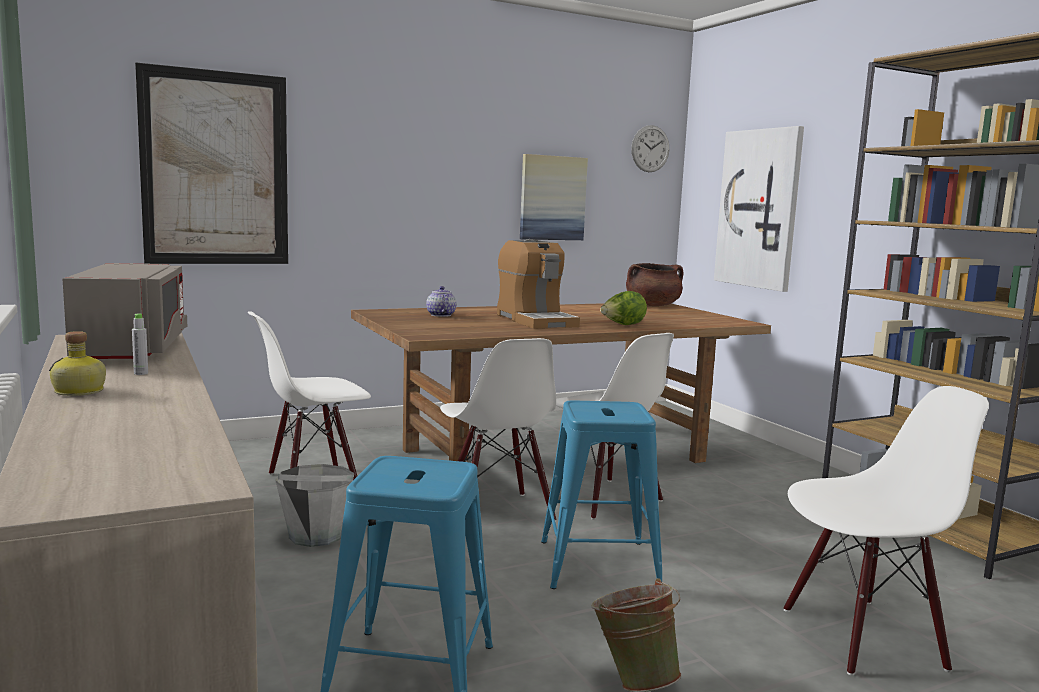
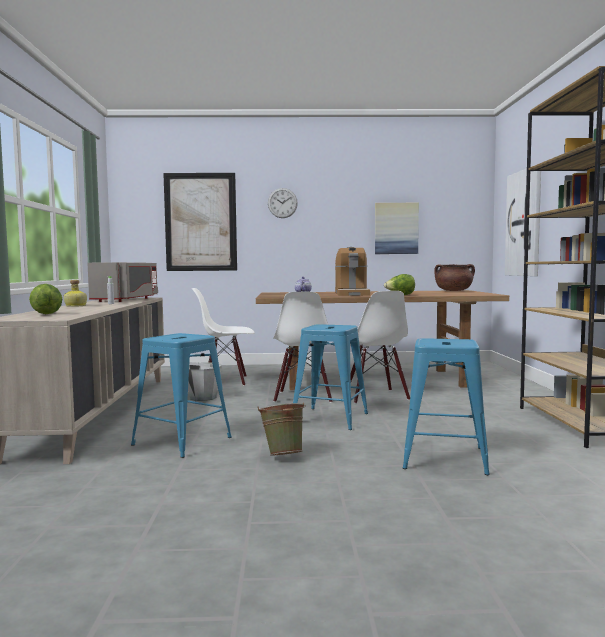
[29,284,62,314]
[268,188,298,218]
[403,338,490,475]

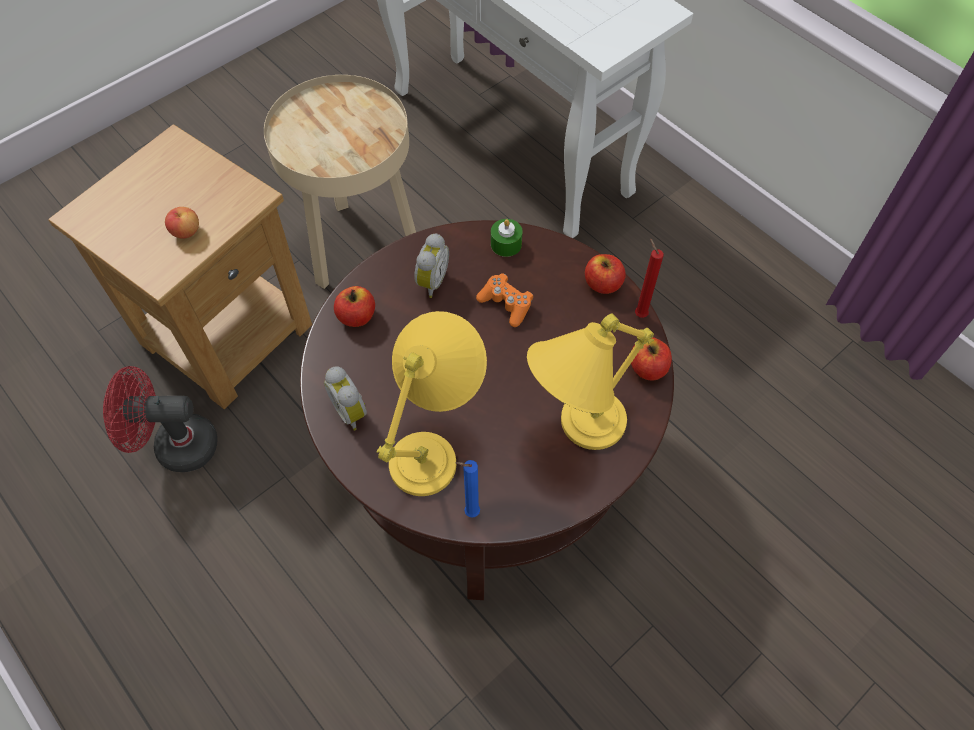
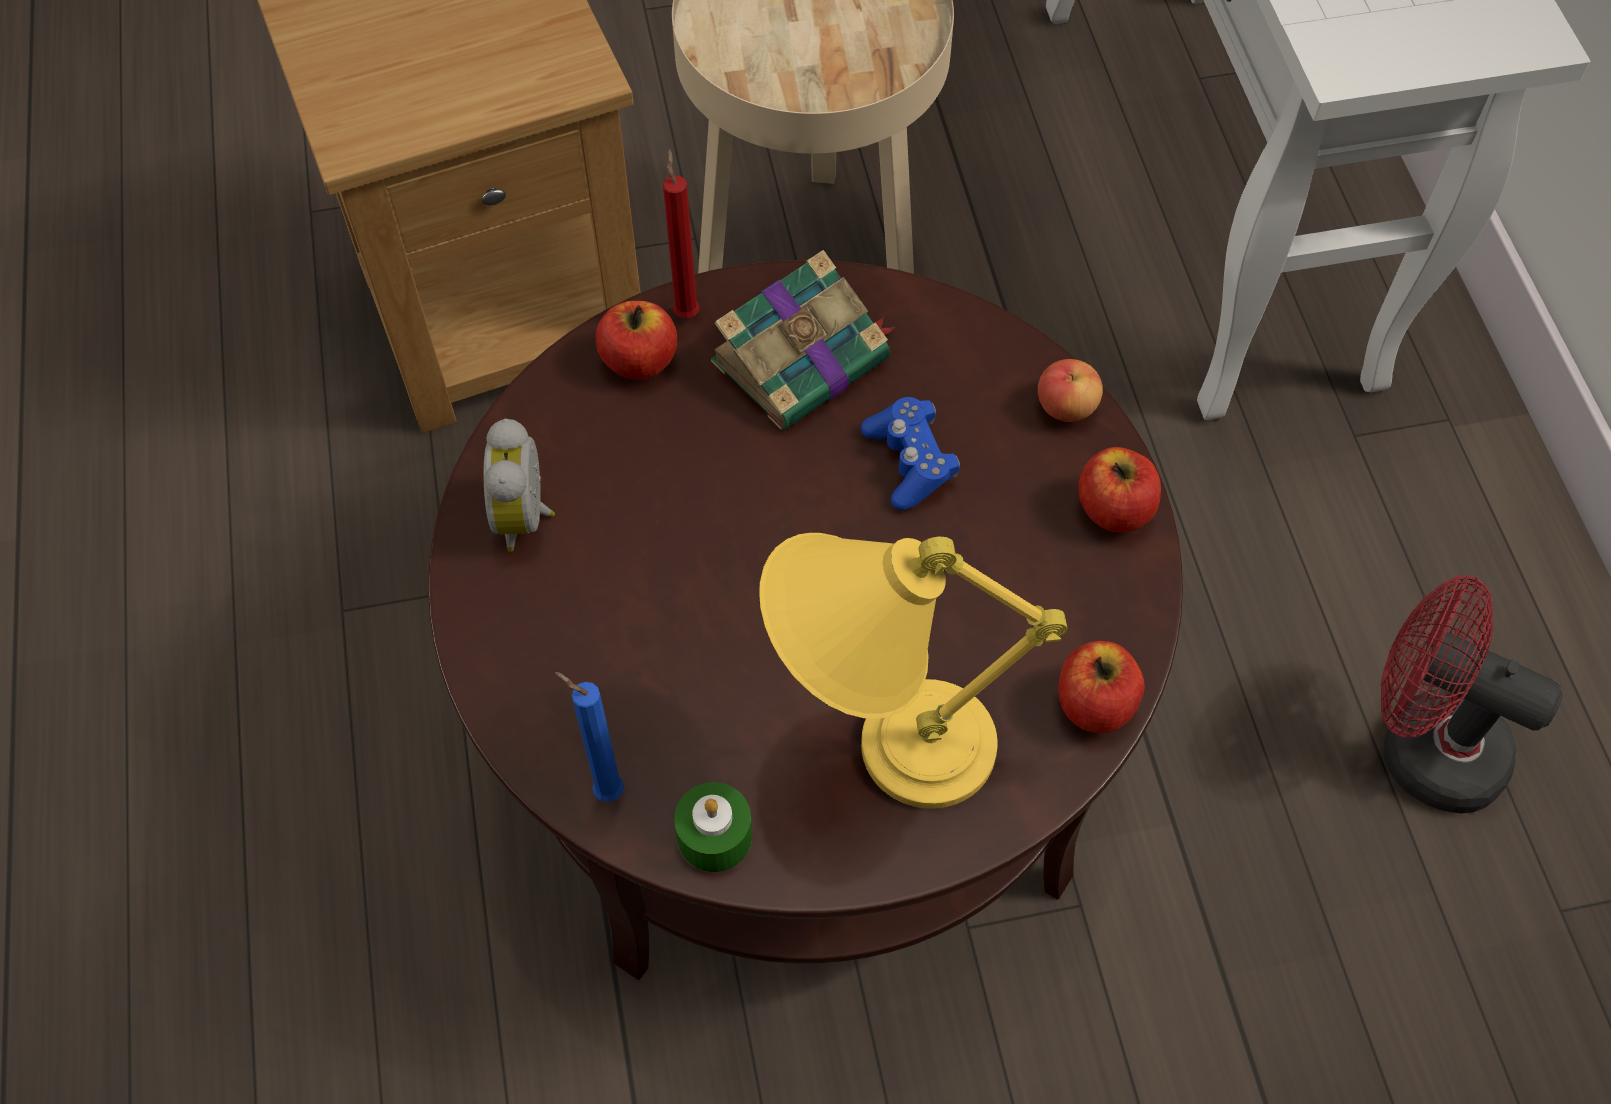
[376,311,487,496] (first image)
[1381,575,1563,814]
[1038,359,1103,422]
[674,782,752,872]
[663,149,700,319]
[711,250,895,430]
[861,397,960,510]

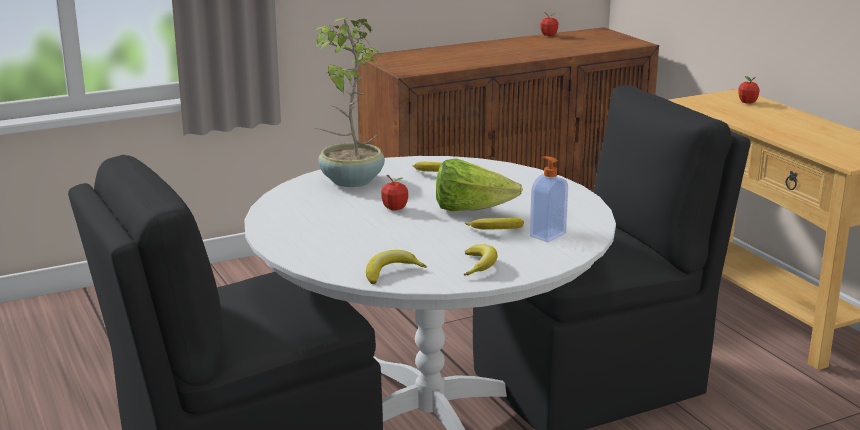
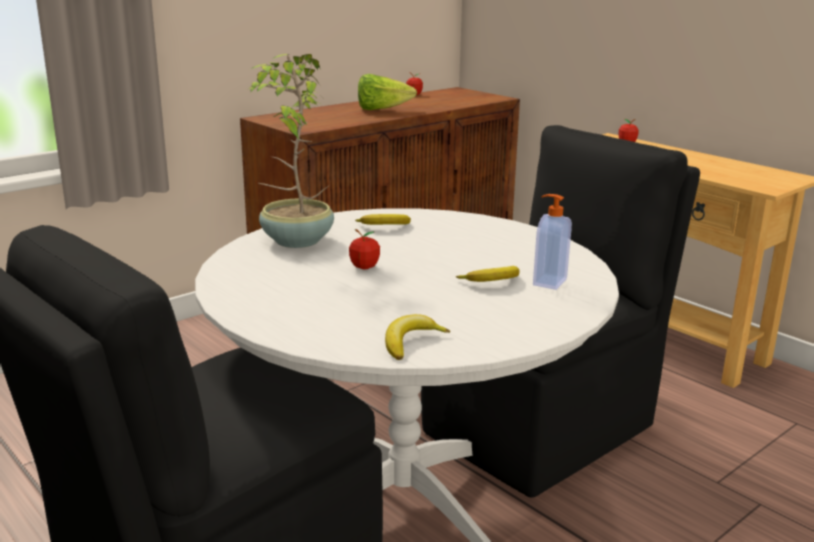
[464,244,497,276] (first image)
[358,74,417,110]

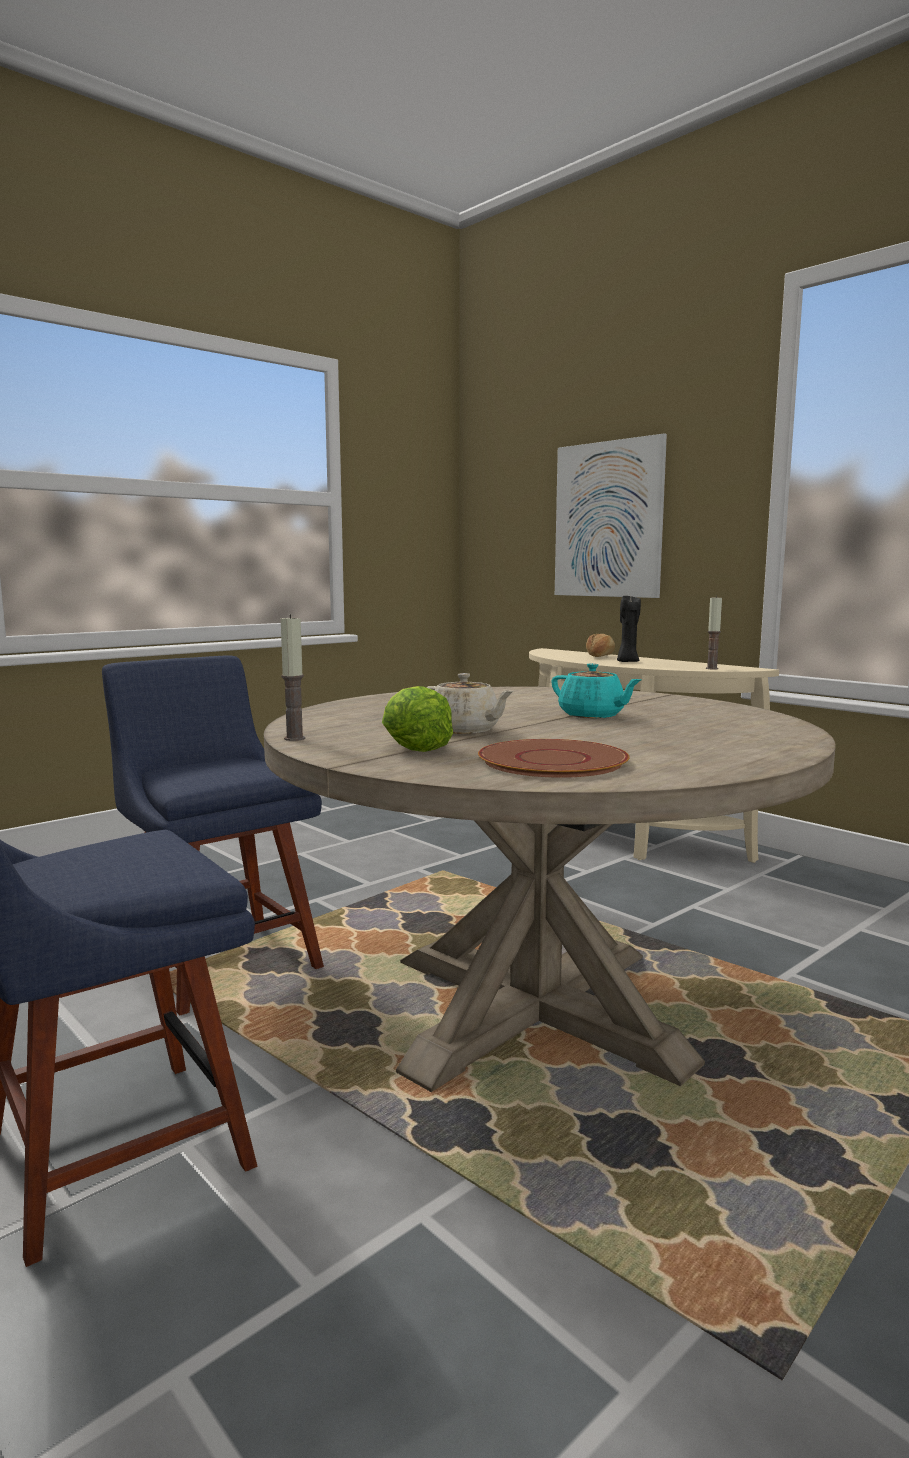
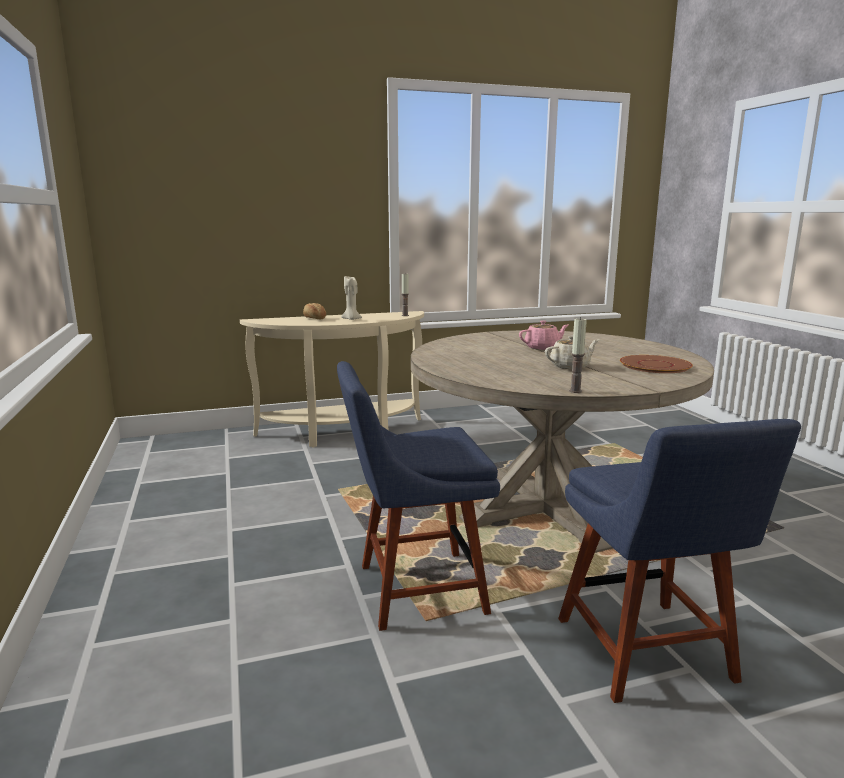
[382,686,453,752] (first image)
[555,434,667,598] (first image)
[519,320,568,350]
[341,275,362,320]

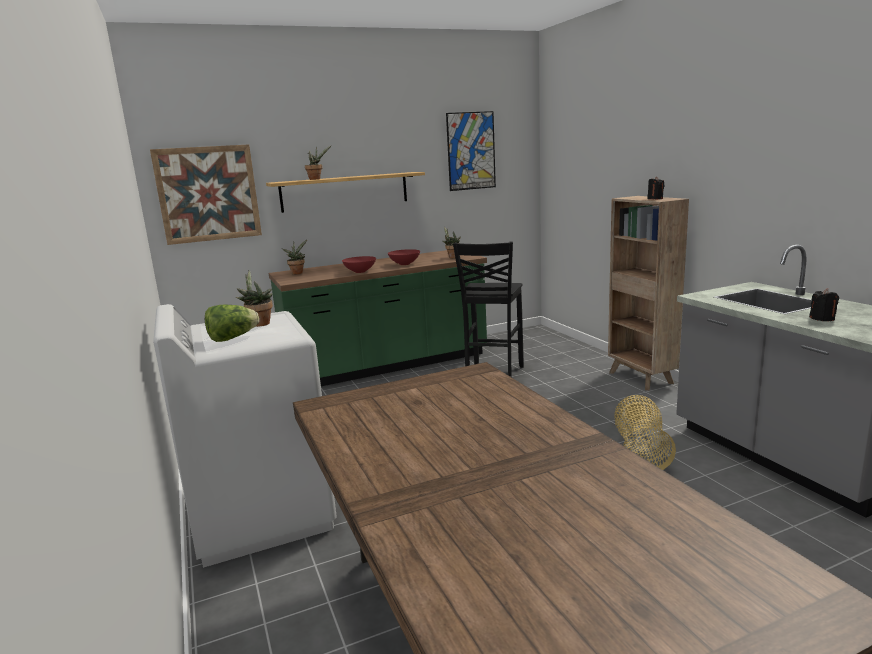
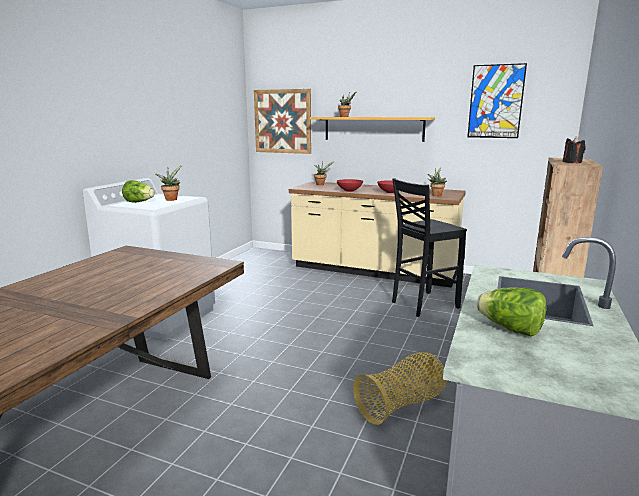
[476,287,546,336]
[289,181,466,288]

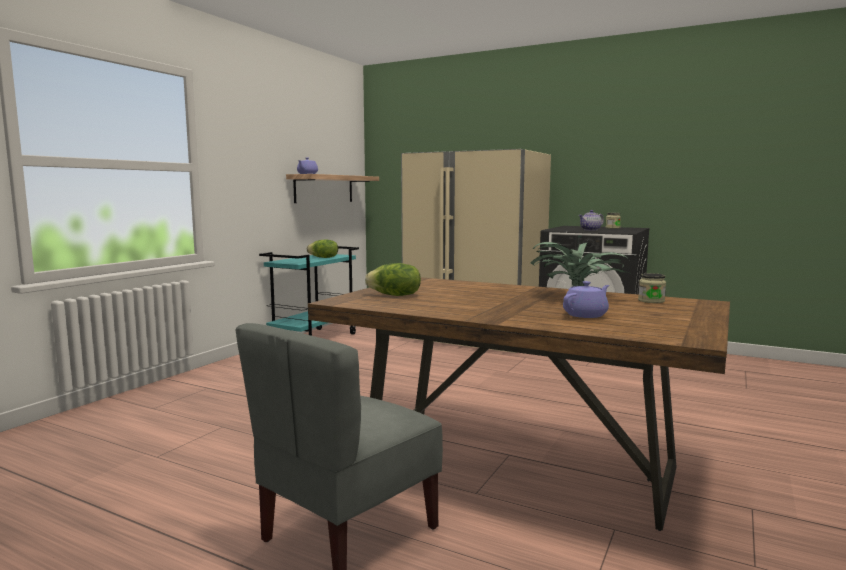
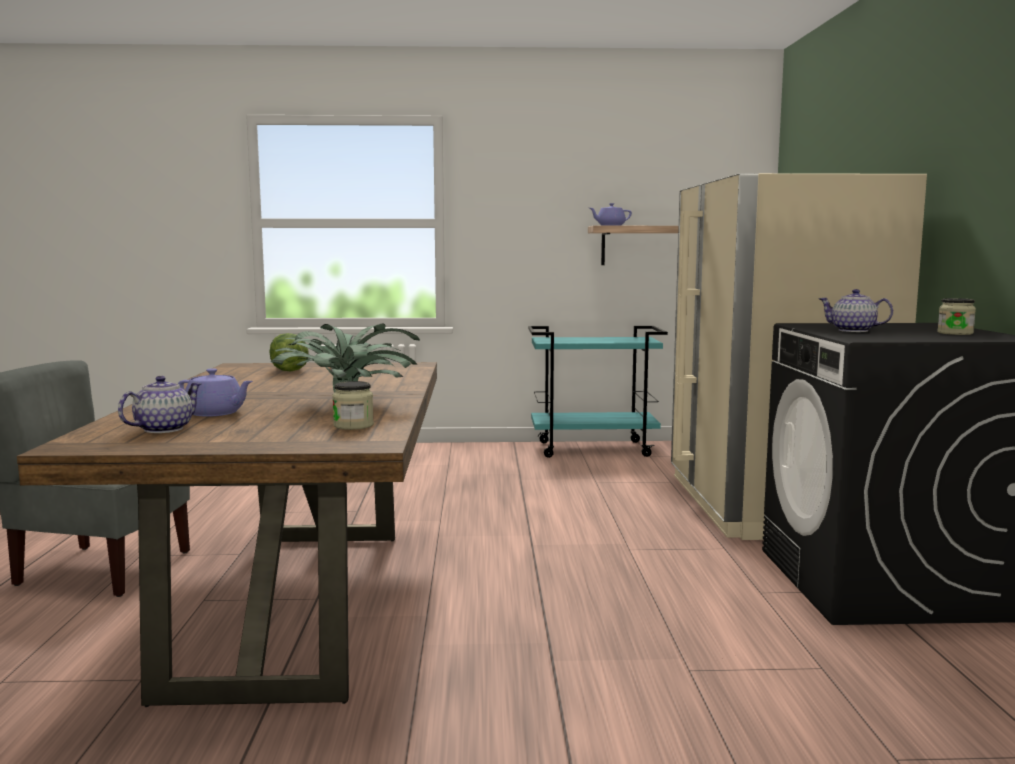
[307,239,338,258] (first image)
[118,376,202,433]

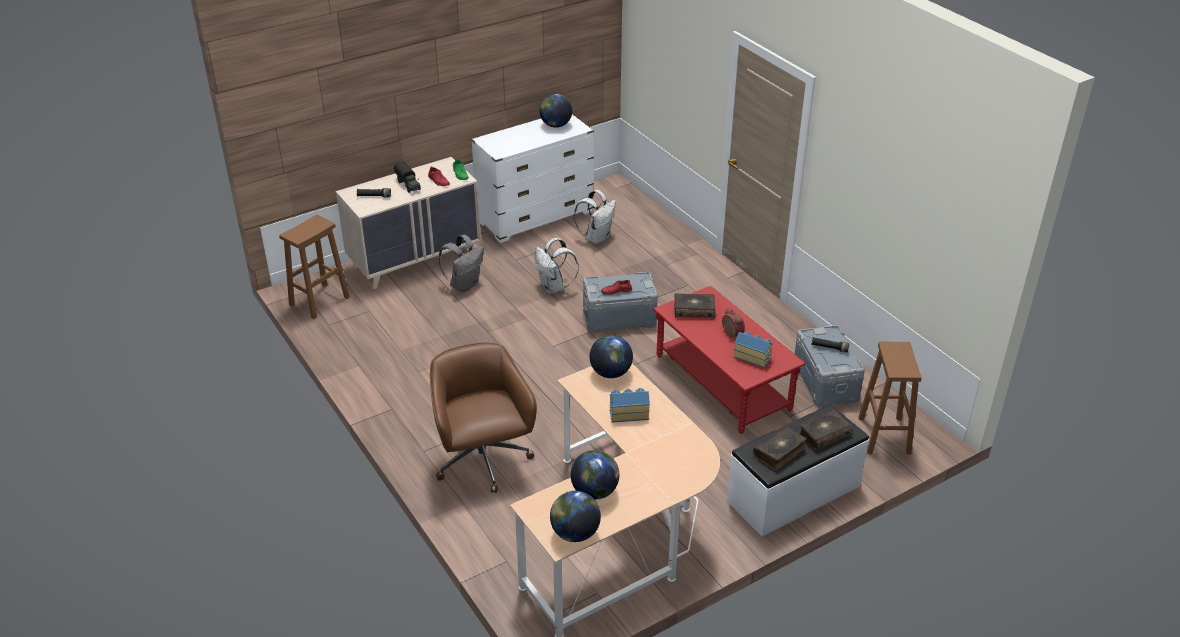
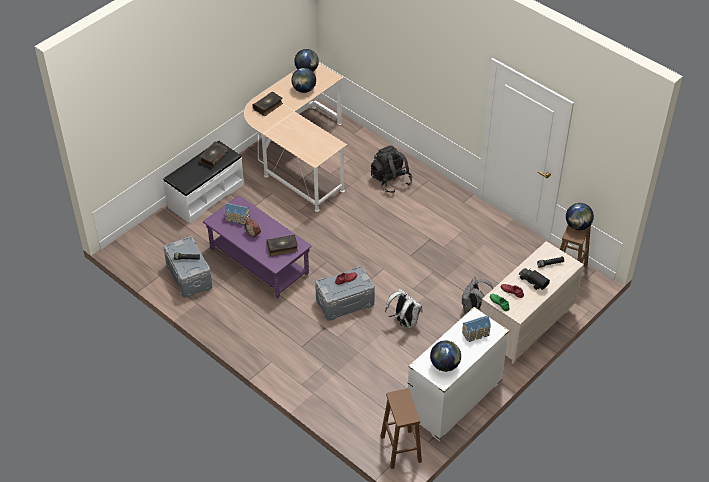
[574,190,616,244] (first image)
[566,203,594,230]
[462,316,491,342]
[253,92,283,116]
[381,388,422,469]
[371,146,412,193]
[203,195,312,298]

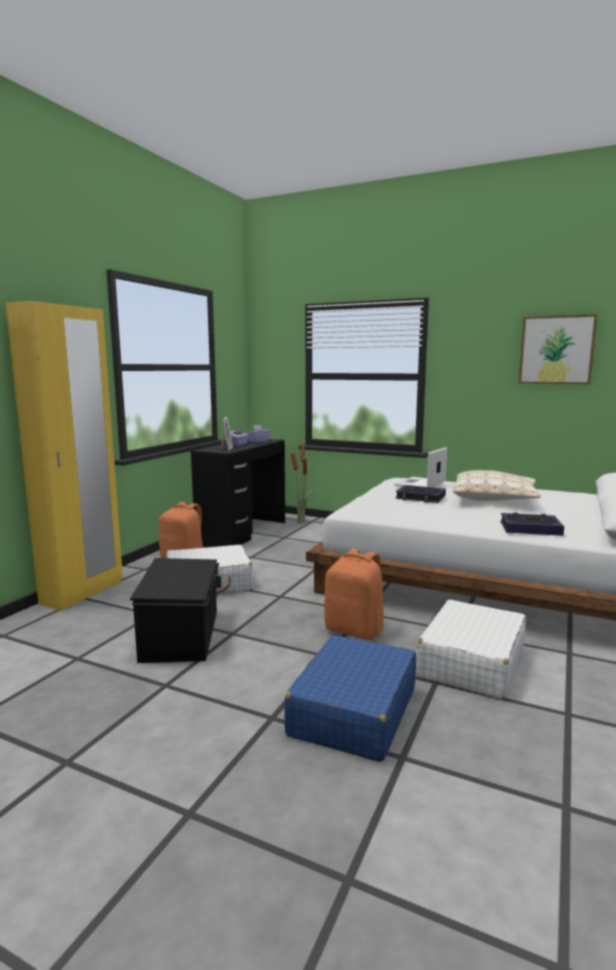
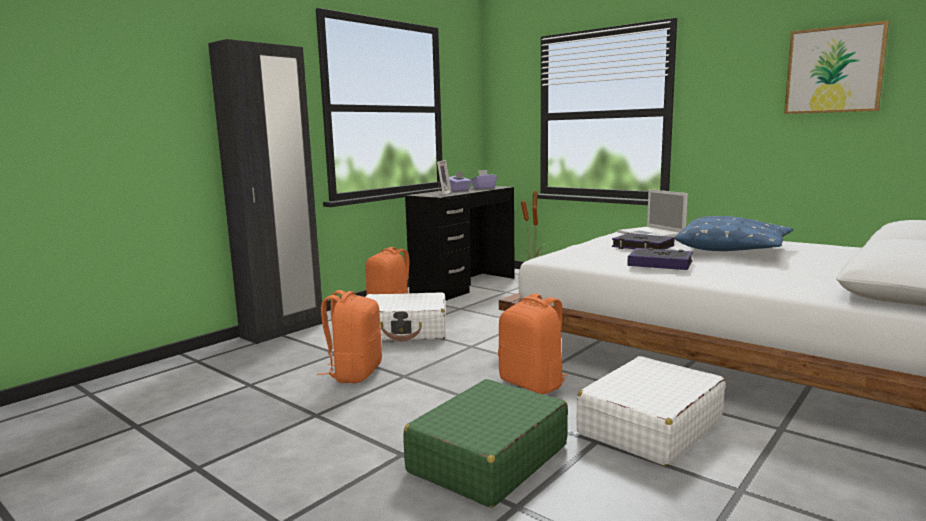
[627,248,693,270]
[317,290,382,383]
[208,39,322,344]
[403,379,568,508]
[674,216,793,251]
[617,189,688,237]

